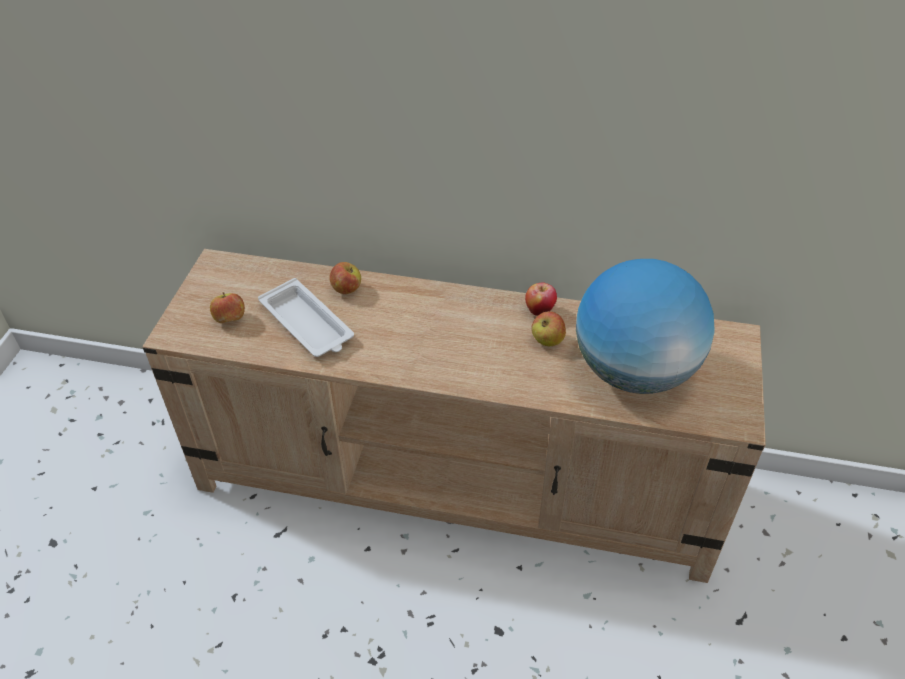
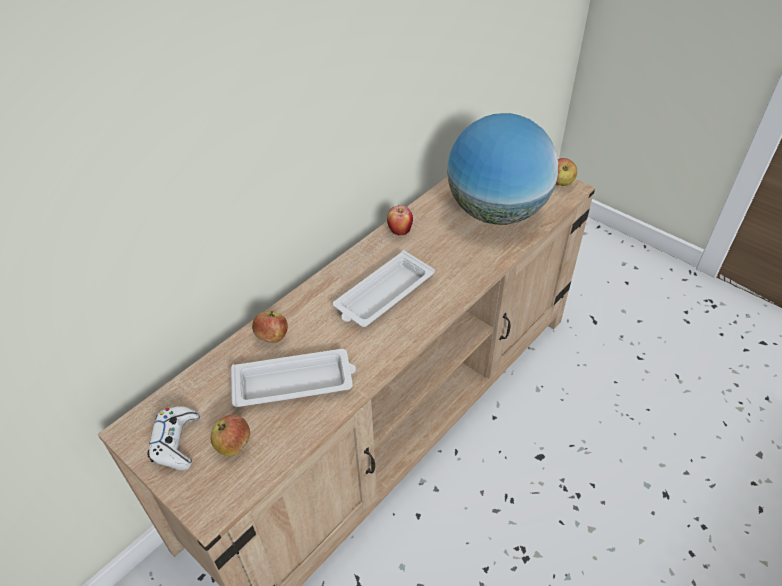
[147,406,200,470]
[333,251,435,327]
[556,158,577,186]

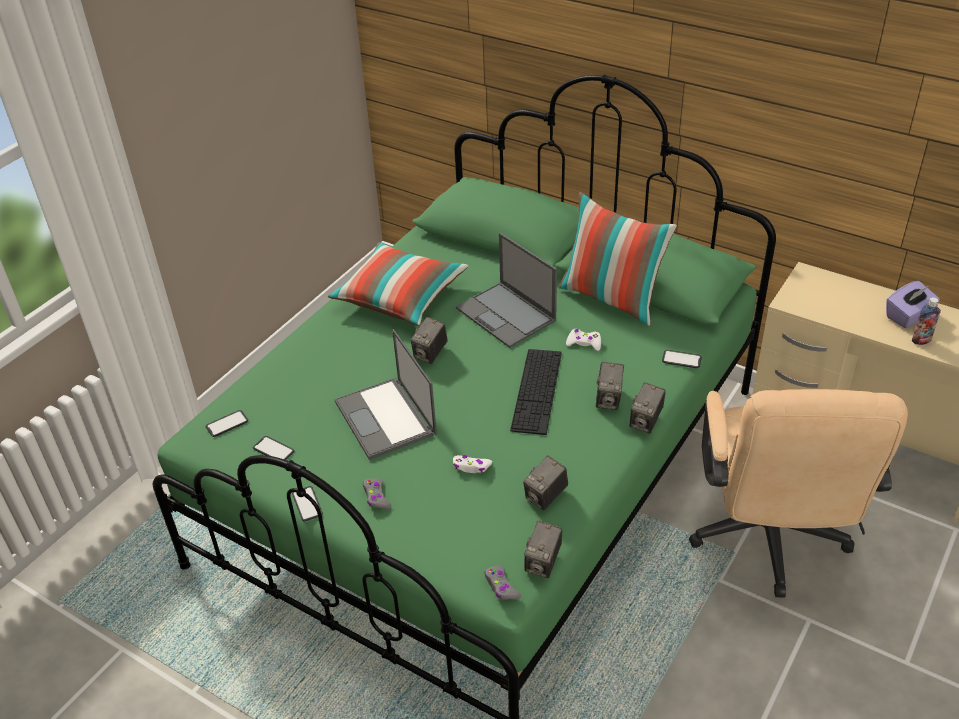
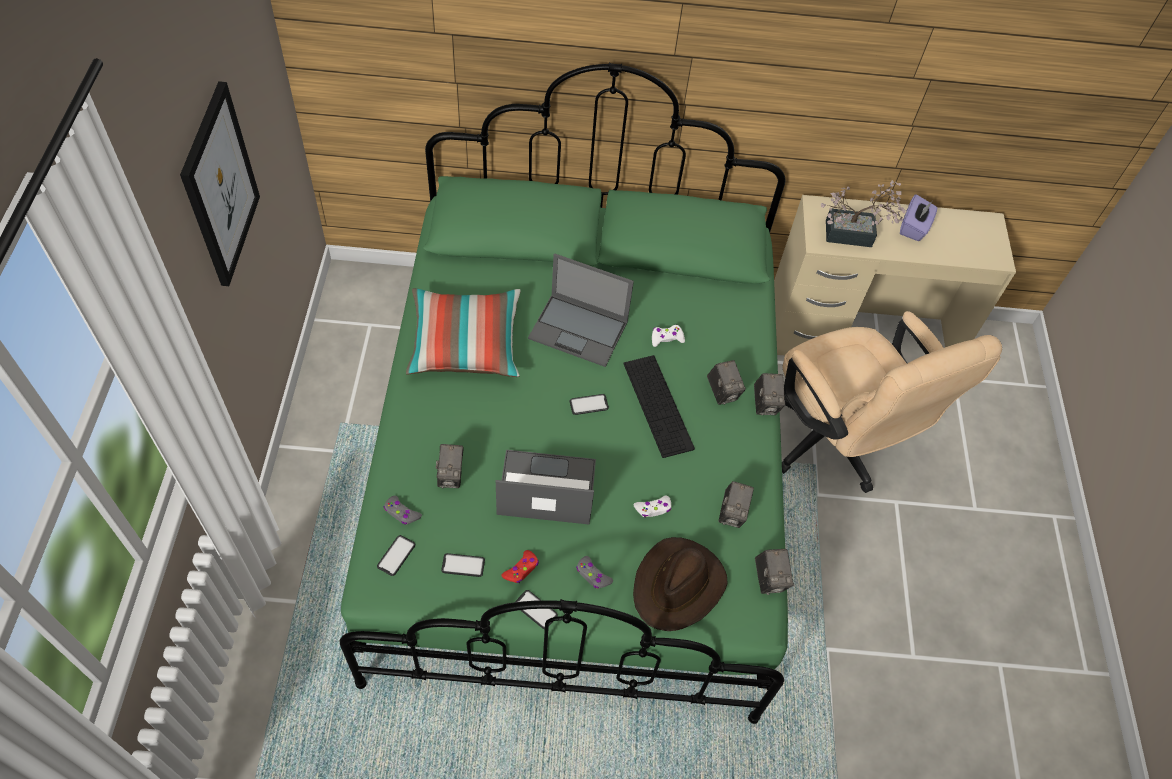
[559,192,677,326] (first image)
[912,297,941,345] (first image)
[180,81,260,286]
[502,550,539,583]
[633,537,728,631]
[821,180,906,247]
[436,444,463,488]
[384,496,422,525]
[569,394,609,415]
[496,450,596,524]

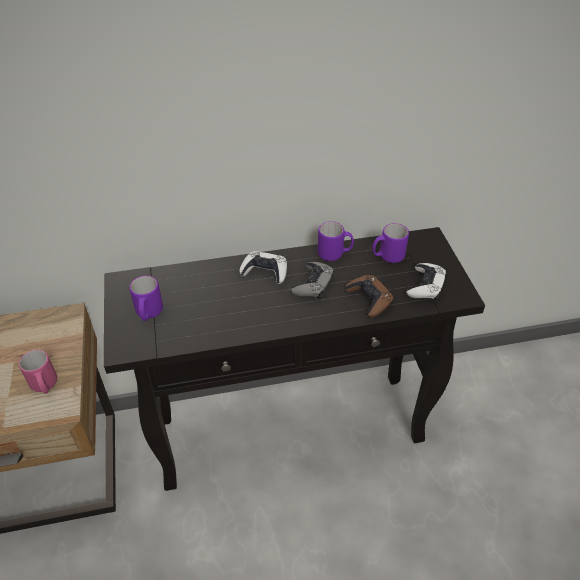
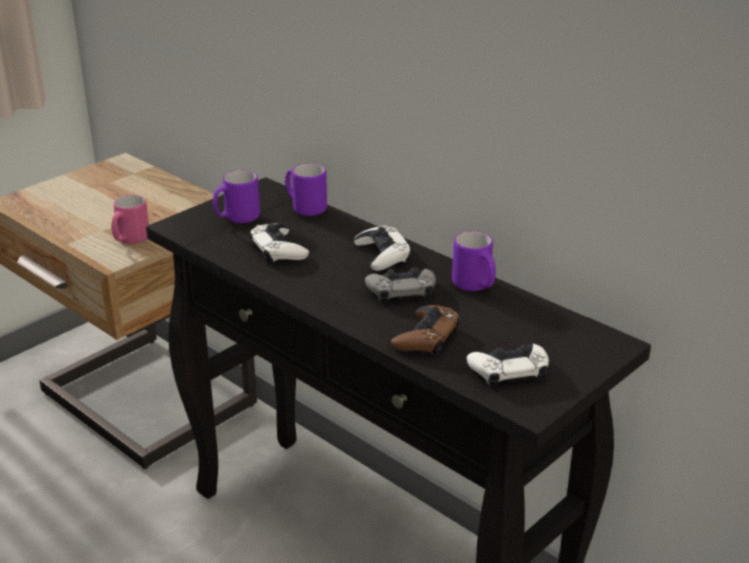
[249,223,309,264]
[285,163,327,216]

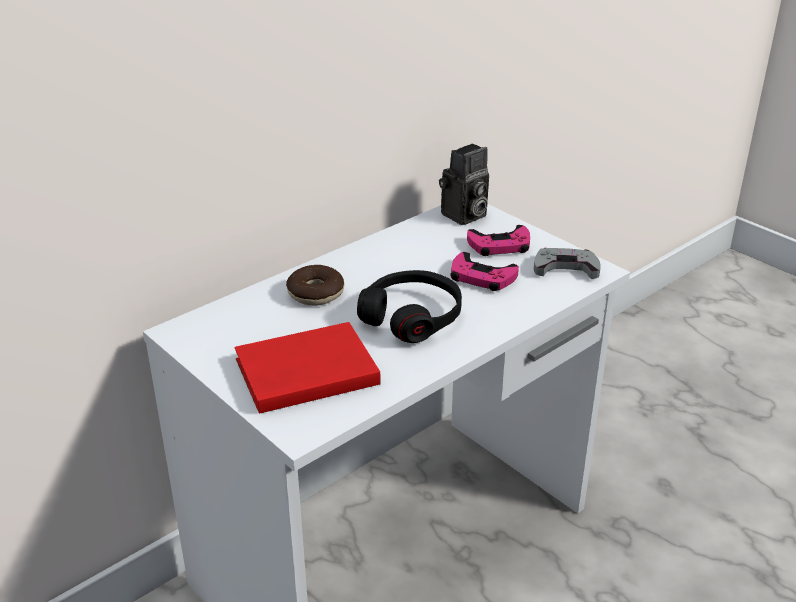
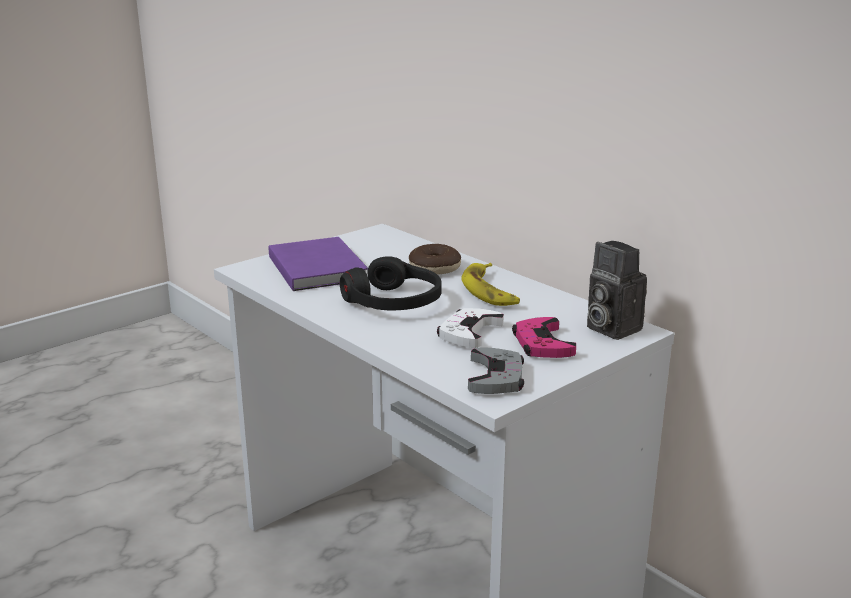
[461,263,520,306]
[269,237,368,291]
[437,308,504,348]

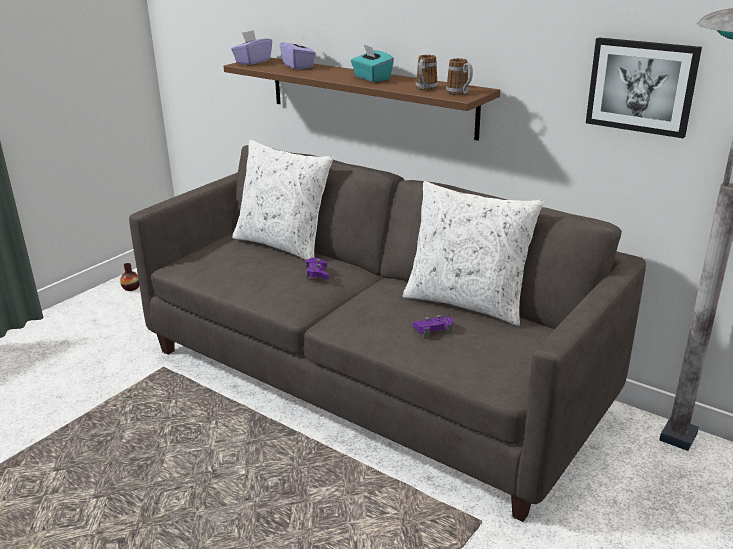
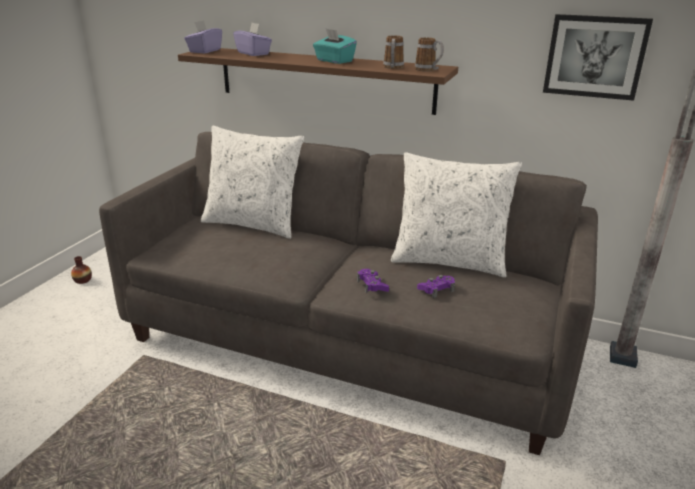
[357,269,389,294]

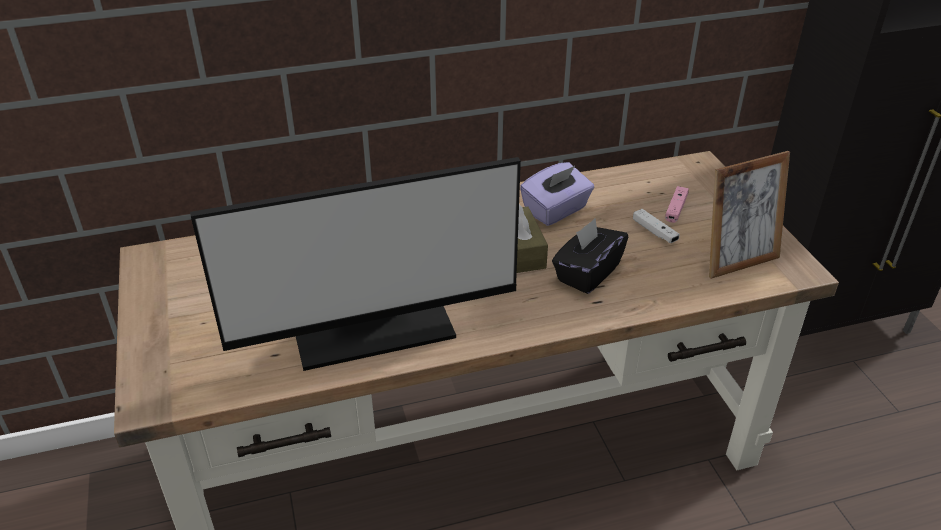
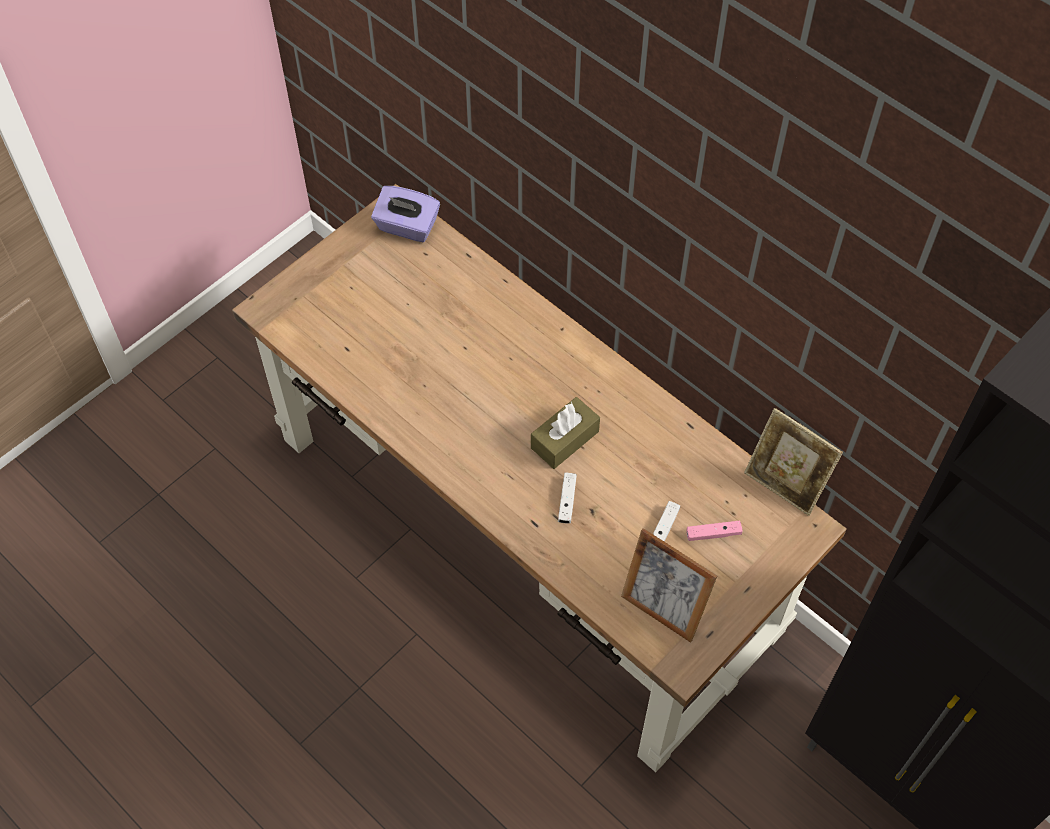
[190,157,521,371] (first image)
[744,408,843,516]
[371,186,440,242]
[558,473,577,524]

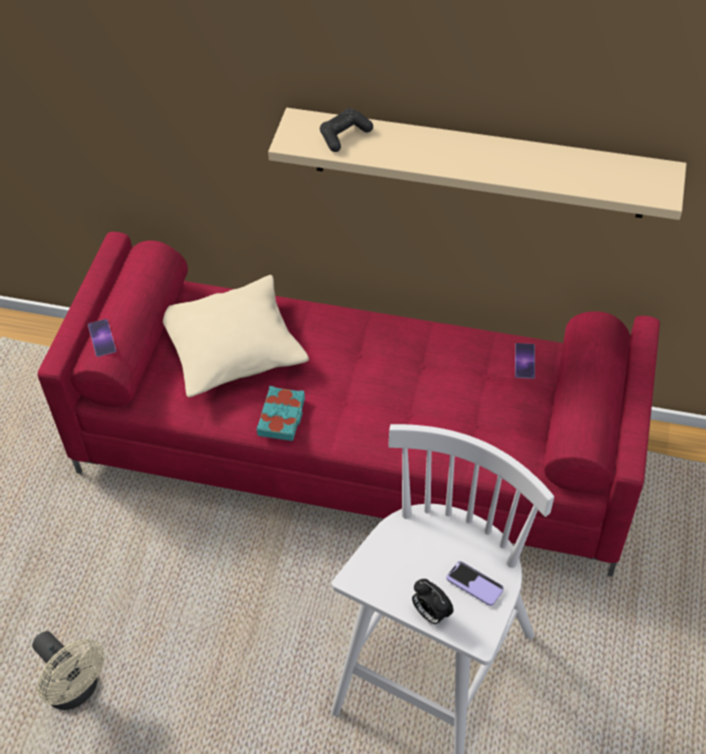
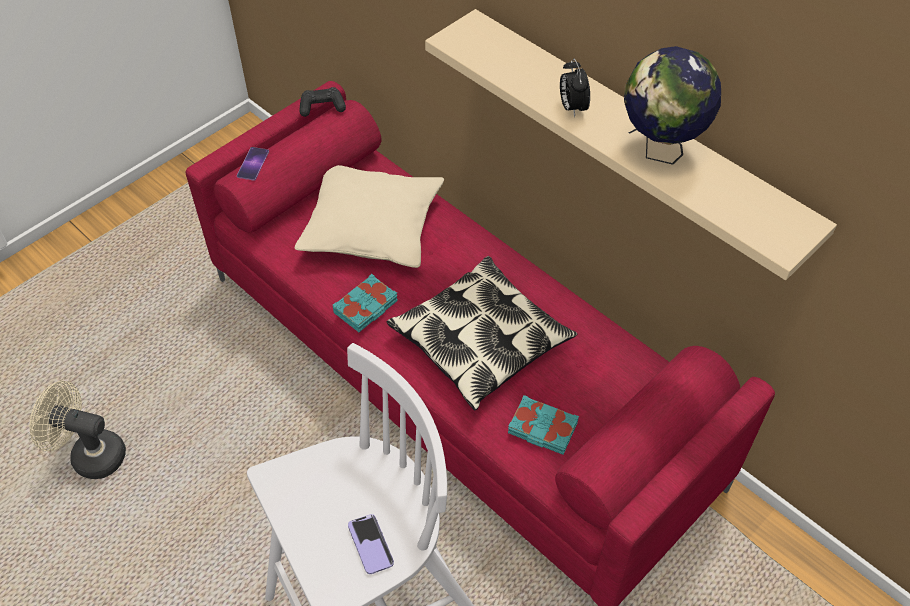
[515,343,535,379] (first image)
[387,256,577,411]
[508,395,579,455]
[624,46,721,165]
[299,87,346,117]
[560,59,590,118]
[29,381,126,479]

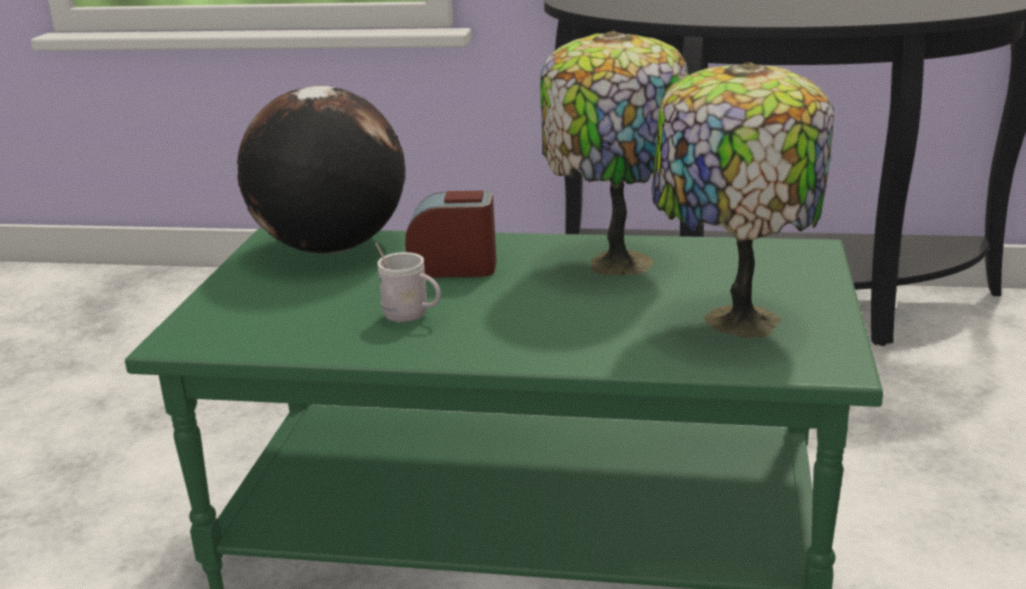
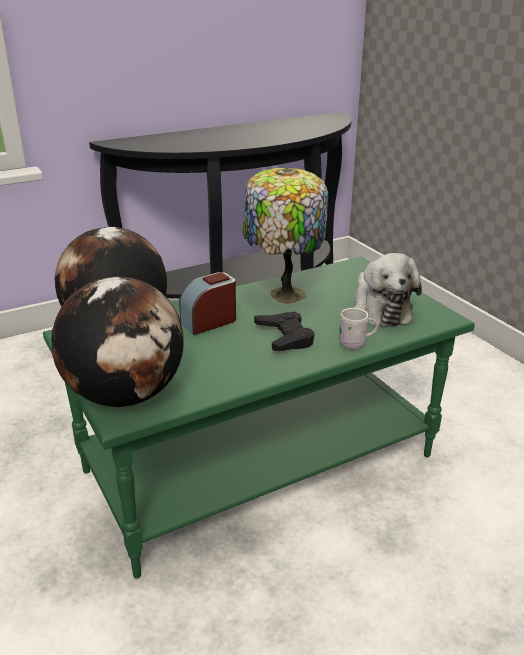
[51,277,184,407]
[254,311,315,351]
[339,307,378,349]
[354,253,422,327]

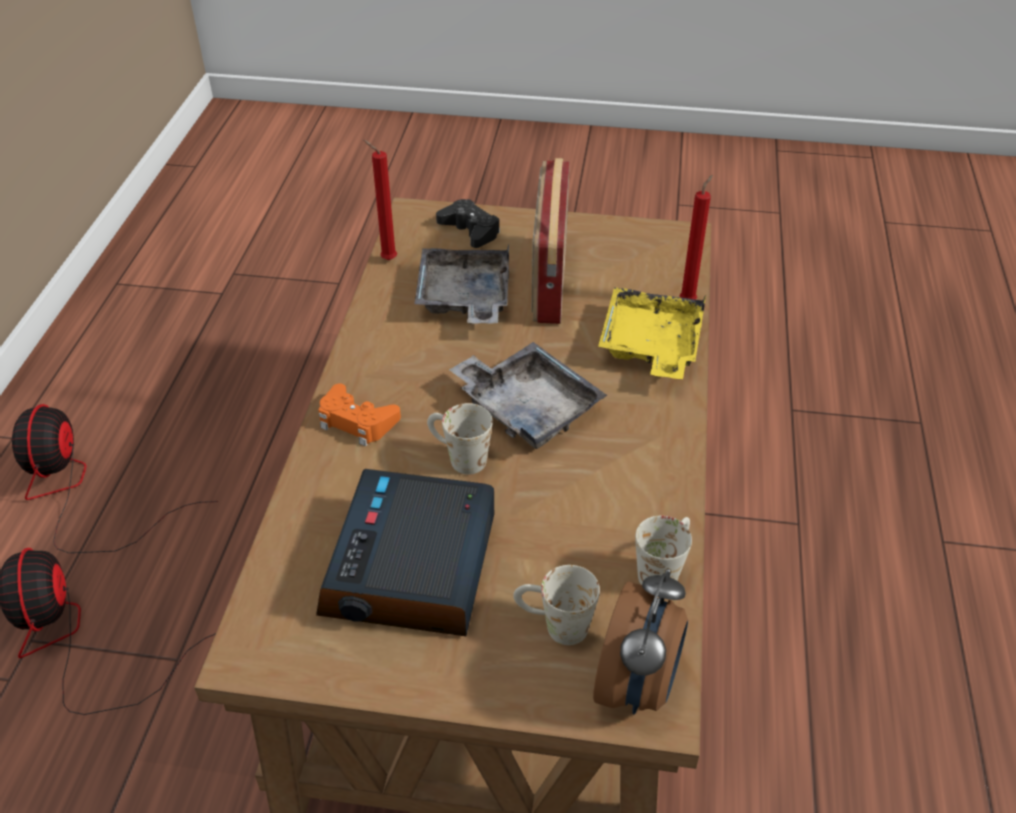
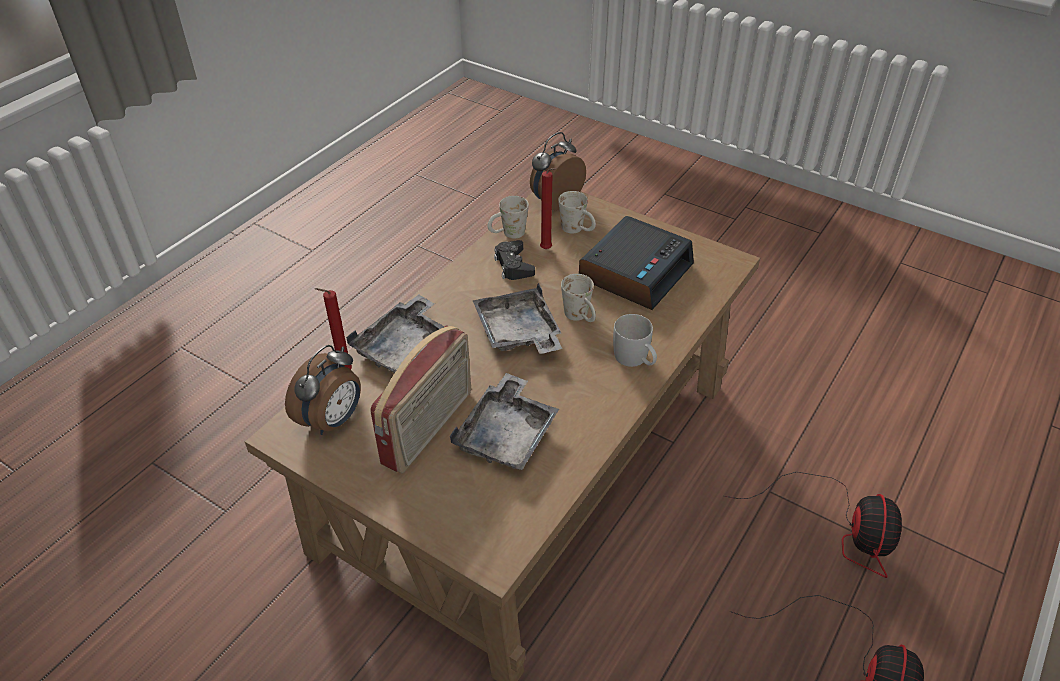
[285,345,361,435]
[540,168,556,249]
[494,240,535,280]
[613,314,657,367]
[346,294,444,373]

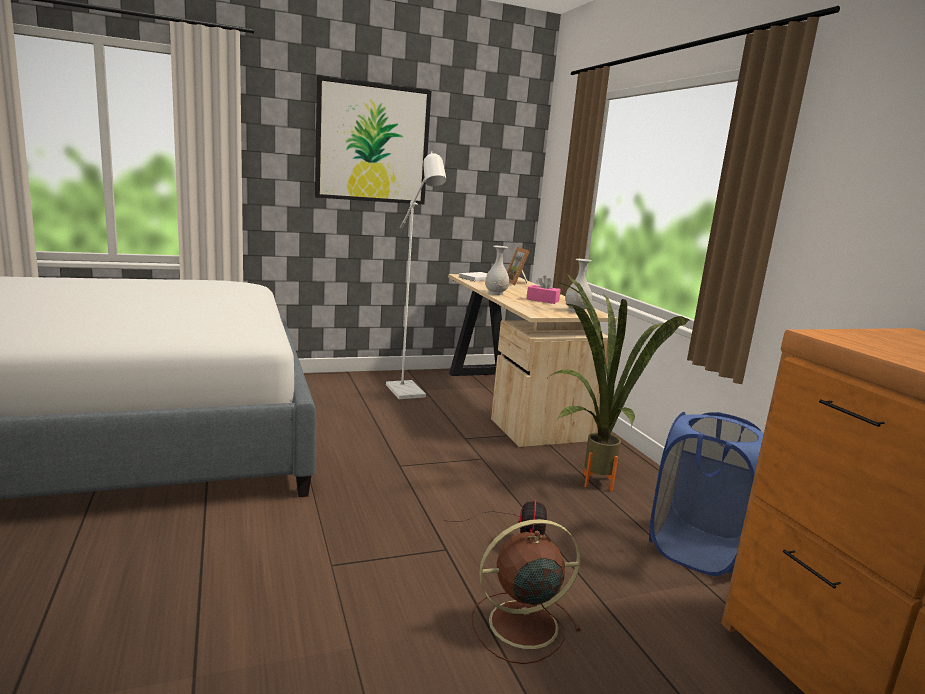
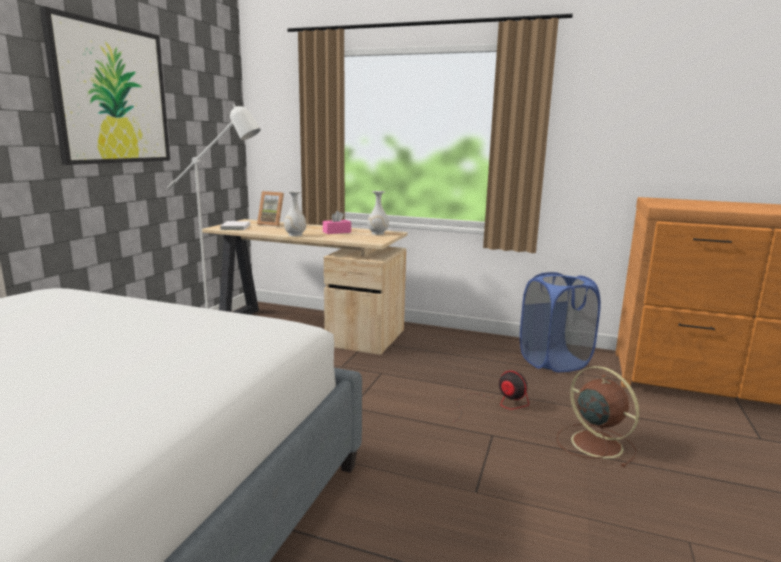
[546,273,690,491] (first image)
[557,366,639,467]

